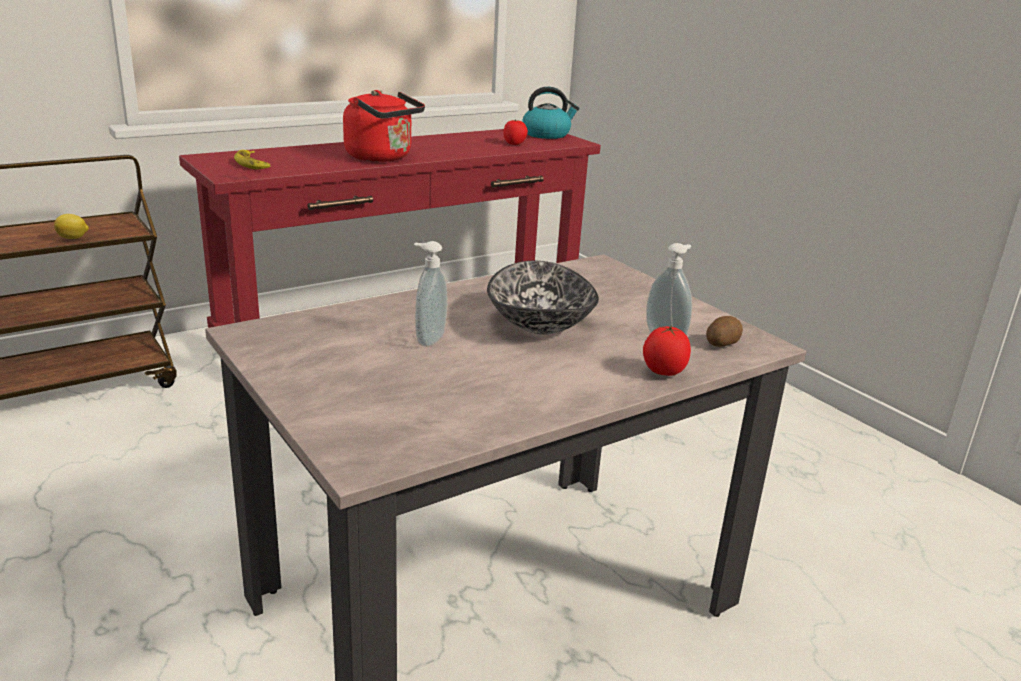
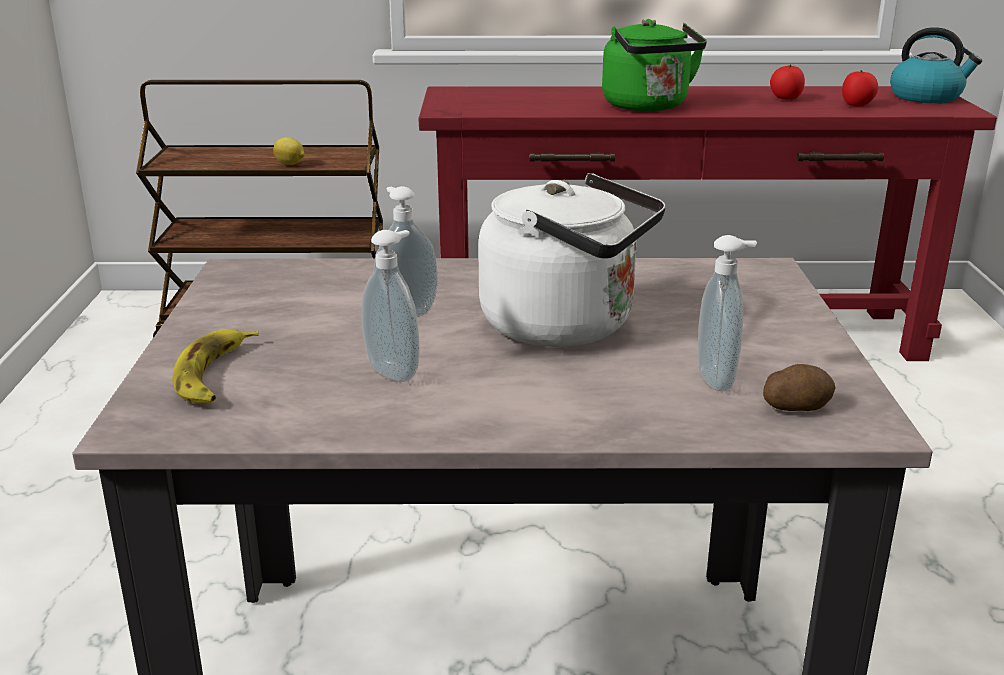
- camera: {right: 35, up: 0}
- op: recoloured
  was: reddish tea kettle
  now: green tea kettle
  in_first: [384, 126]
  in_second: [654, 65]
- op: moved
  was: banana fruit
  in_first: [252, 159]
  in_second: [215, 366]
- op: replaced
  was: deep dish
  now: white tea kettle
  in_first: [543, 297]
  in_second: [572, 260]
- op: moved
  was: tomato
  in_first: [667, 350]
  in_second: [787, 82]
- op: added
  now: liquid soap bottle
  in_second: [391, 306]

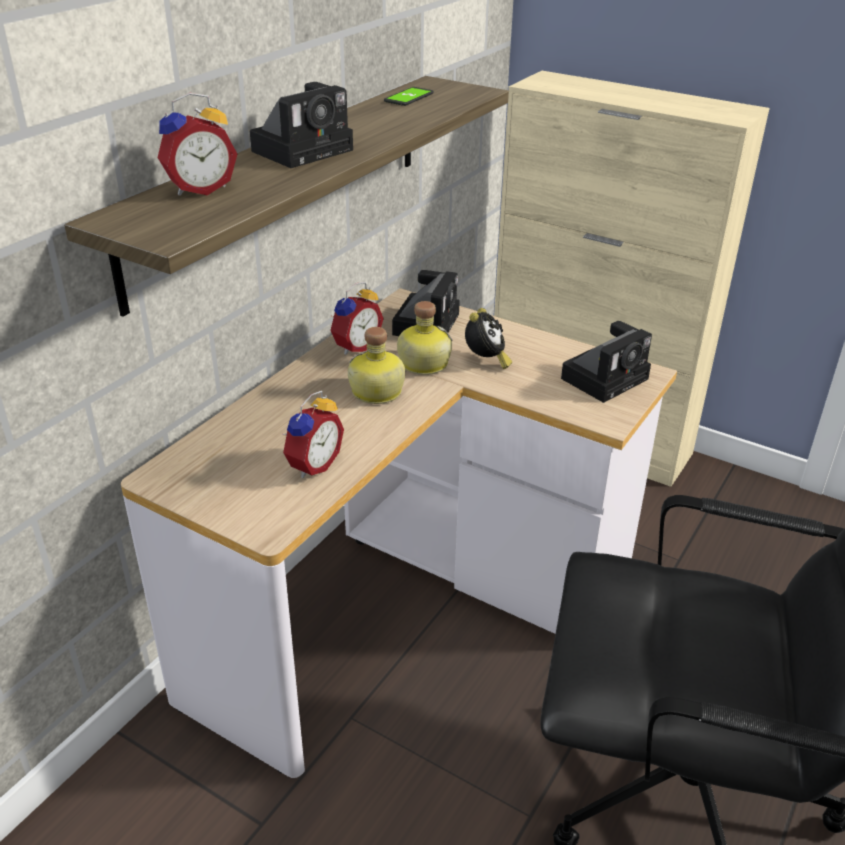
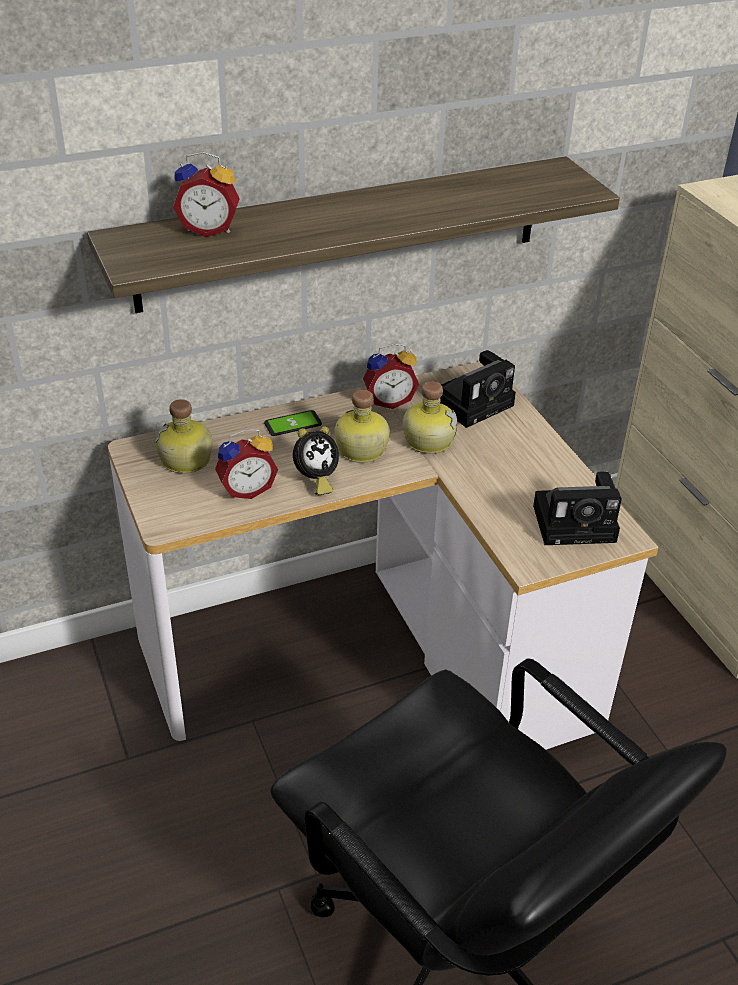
- camera: {right: 35, up: 5}
- op: removed
  was: still camera
  in_first: [301, 125]
- op: moved
  was: handset
  in_first: [409, 96]
  in_second: [293, 423]
- op: moved
  was: alarm clock
  in_first: [488, 338]
  in_second: [316, 460]
- op: added
  now: beverage bottle
  in_second: [183, 436]

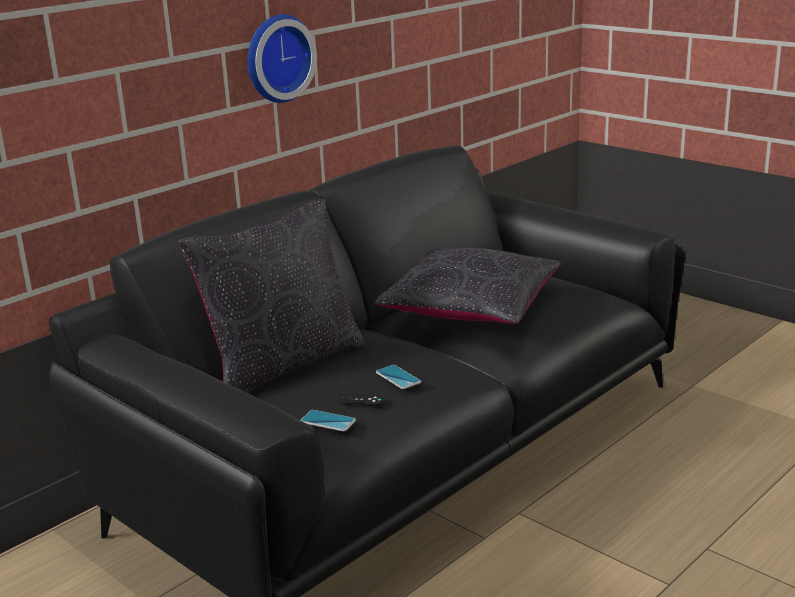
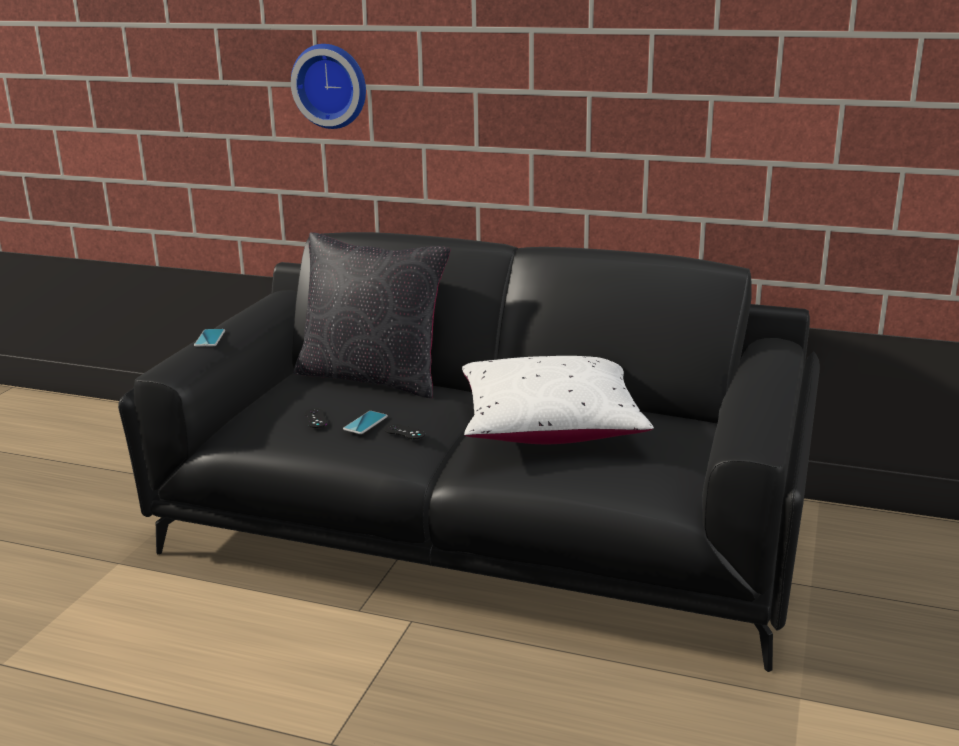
- camera: {right: 65, up: 0}
- op: moved
  was: wall clock
  in_first: [282, 58]
  in_second: [328, 86]
- op: recoloured
  was: blackish throw pillow
  now: white throw pillow
  in_first: [468, 286]
  in_second: [558, 400]
- op: moved
  was: handset
  in_first: [328, 421]
  in_second: [209, 338]
- op: added
  now: blackish gamepad
  in_second: [405, 431]

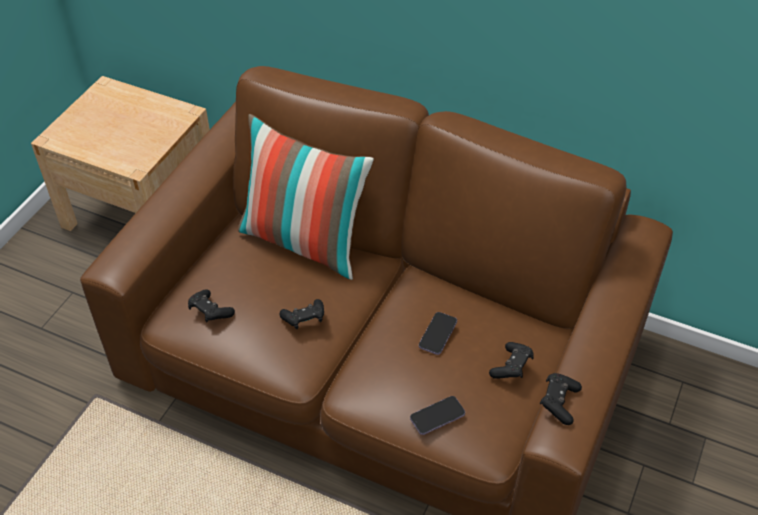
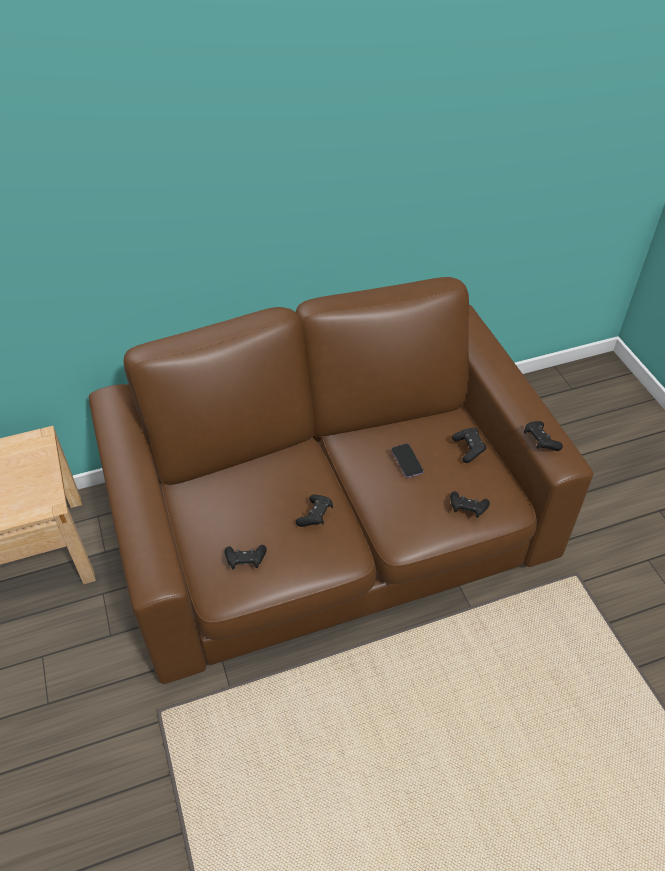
- camera: {right: -45, up: 0}
- op: removed
  was: throw pillow
  in_first: [306, 197]
- op: replaced
  was: handset
  now: blackish gamepad
  in_first: [437, 415]
  in_second: [470, 504]

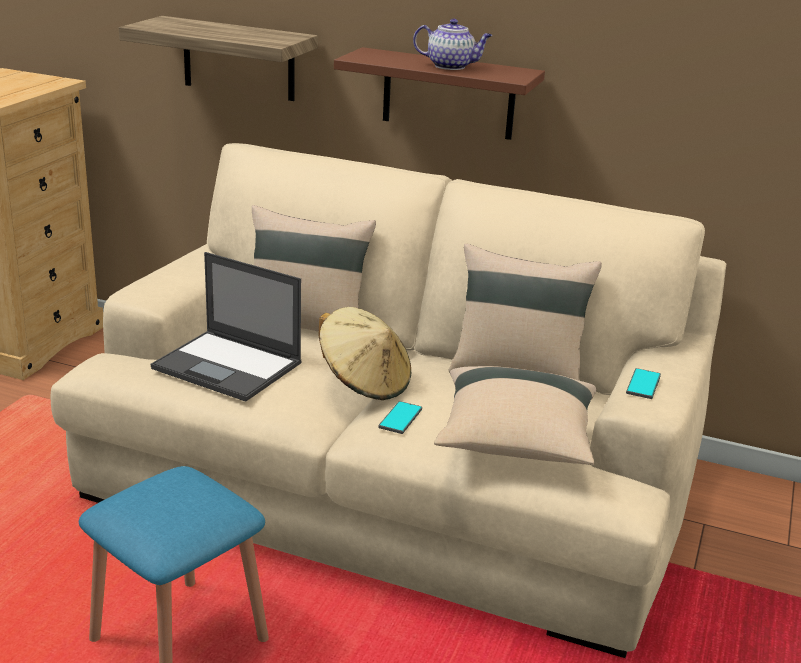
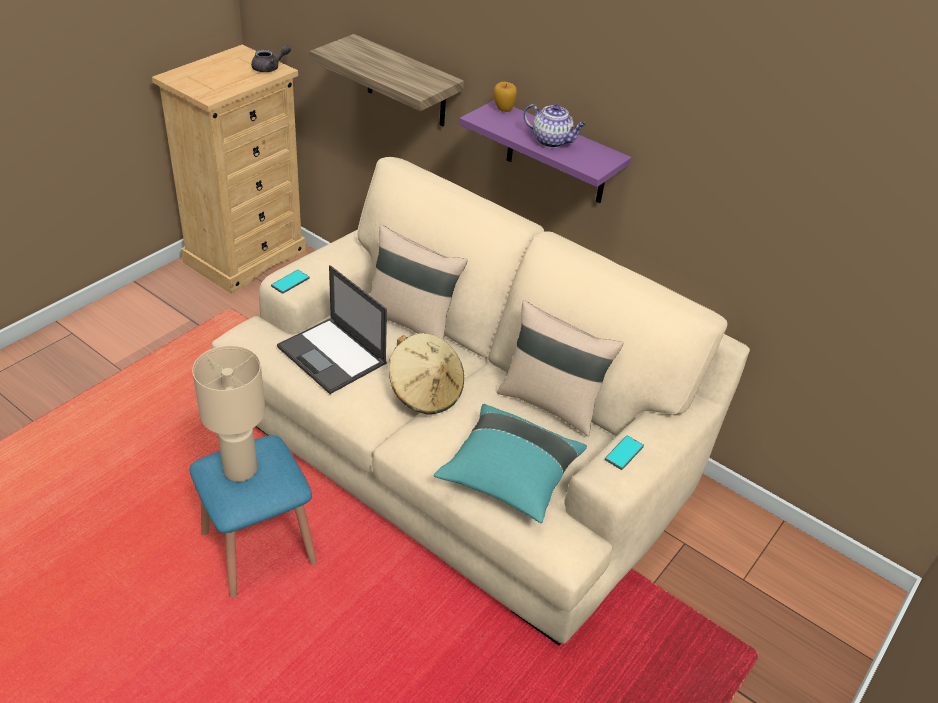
- camera: {right: 15, up: 15}
- op: recoloured
  was: brown bracket shelf
  now: purple bracket shelf
  in_first: [439, 93]
  in_second: [545, 151]
- op: recoloured
  was: sand-coloured throw pillow
  now: blue-green throw pillow
  in_first: [515, 415]
  in_second: [510, 463]
- op: moved
  was: handset
  in_first: [400, 417]
  in_second: [290, 282]
- op: added
  now: greyish teapot
  in_second: [271, 58]
- op: added
  now: apple
  in_second: [505, 97]
- op: added
  now: sand-coloured lamp for a table
  in_second: [228, 414]

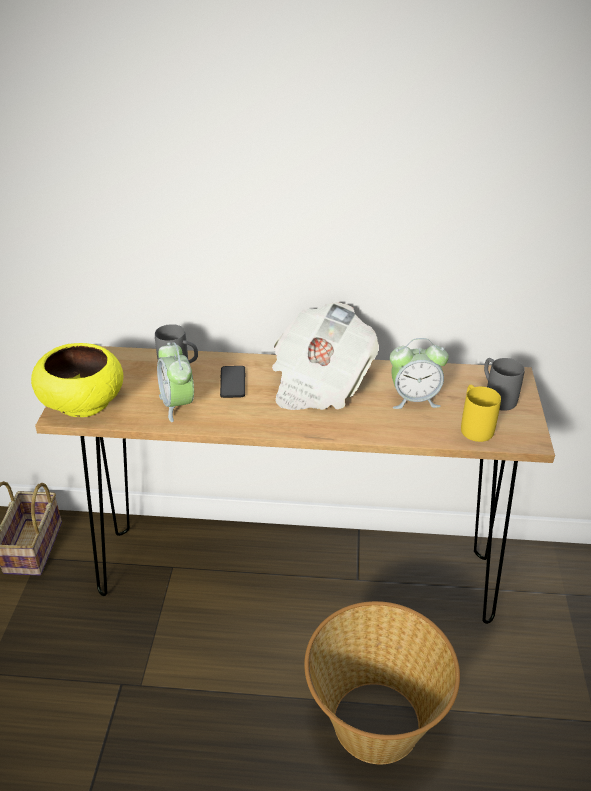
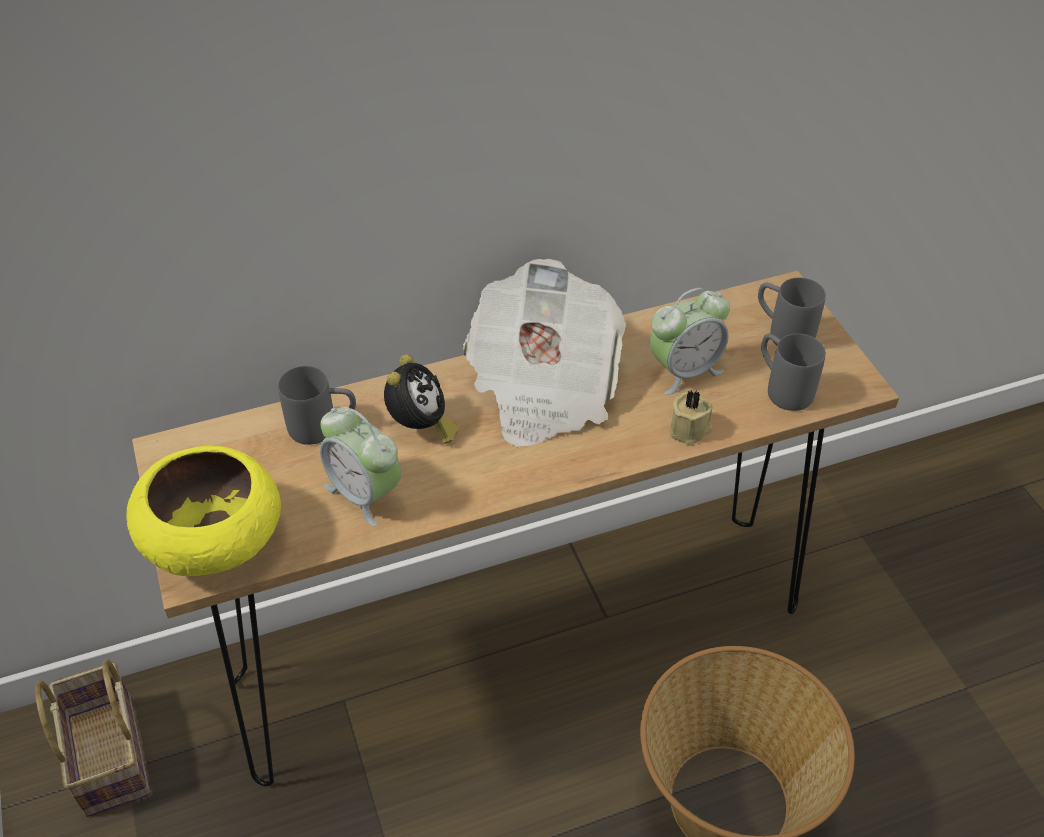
- camera: {right: -25, up: 10}
- op: replaced
  was: handset
  now: alarm clock
  in_first: [233, 382]
  in_second: [421, 399]
- op: recoloured
  was: yellow-coloured coffee mug
  now: greyish coffee mug
  in_first: [481, 413]
  in_second: [793, 372]
- op: added
  now: sand-coloured wax light
  in_second: [691, 418]

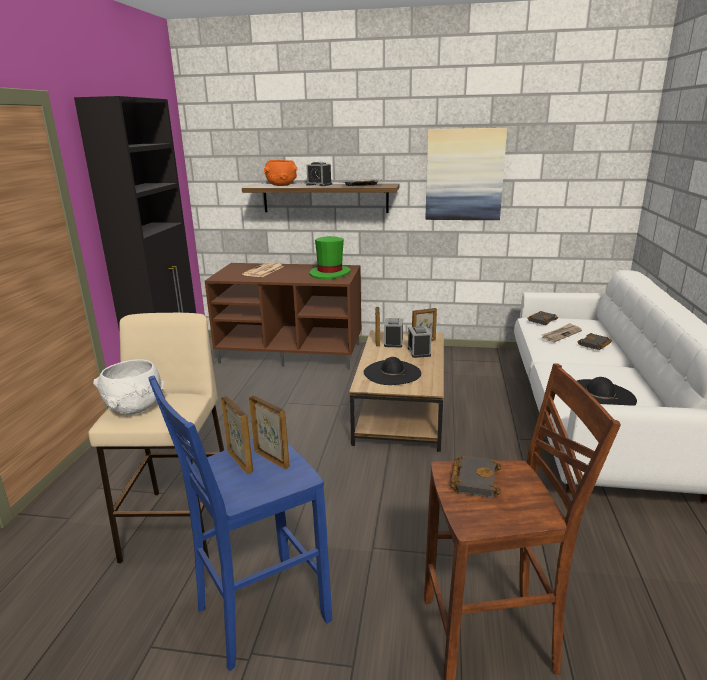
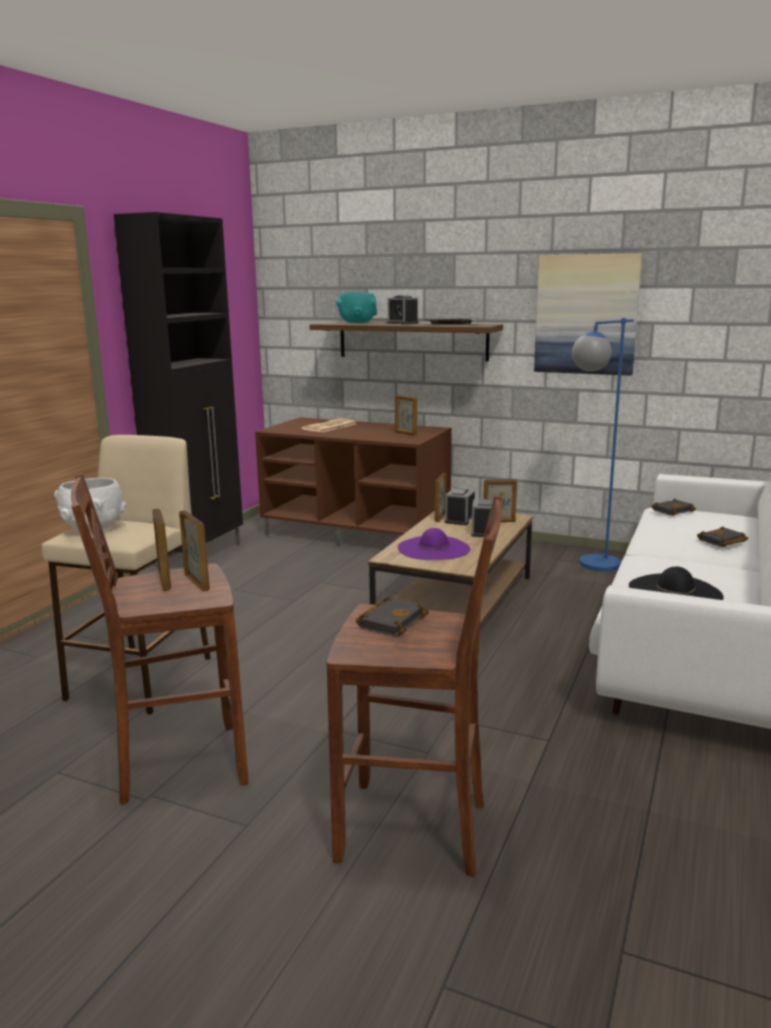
- camera: {right: 15, up: -5}
- op: recoloured
  was: orangey deep dish
  now: blue-green deep dish
  in_first: [281, 173]
  in_second: [356, 308]
- op: replaced
  was: green wearable hat
  now: photo frame
  in_first: [329, 257]
  in_second: [406, 415]
- op: removed
  was: printed paper
  in_first: [562, 332]
- op: recoloured
  was: blackish wearable hat
  now: purple wearable hat
  in_first: [392, 371]
  in_second: [434, 544]
- op: recoloured
  was: blue-coloured sitting stool
  now: brown sitting stool
  in_first: [240, 523]
  in_second: [160, 639]
- op: added
  now: blue-coloured floor lamp
  in_second: [603, 444]

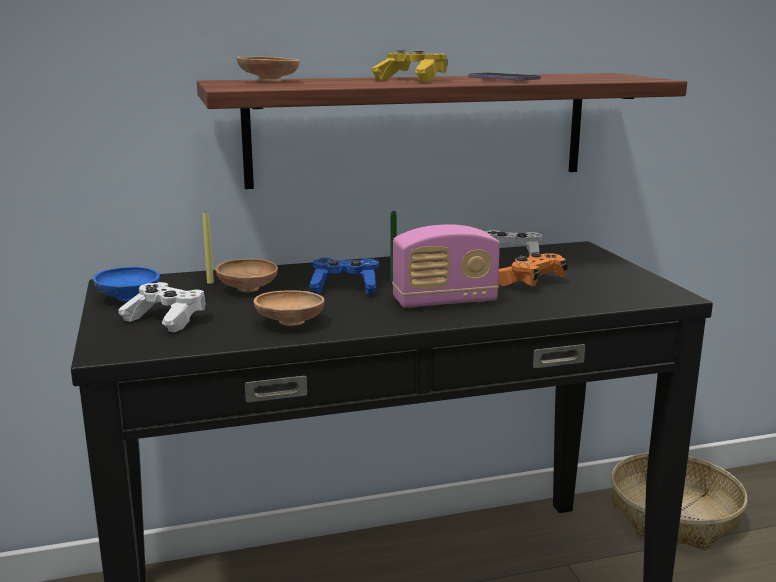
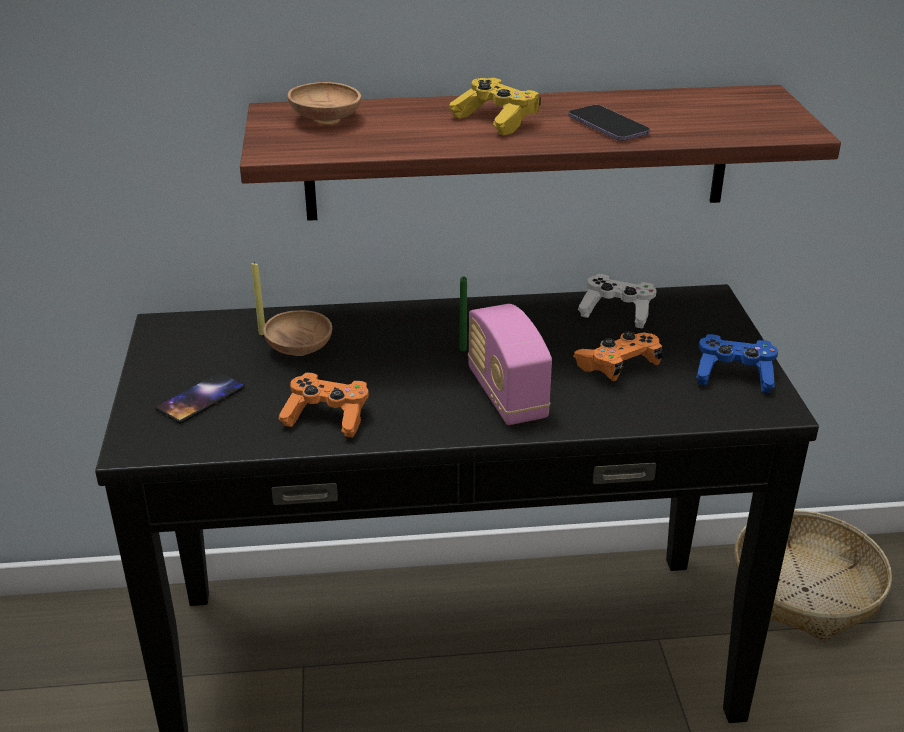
- camera: {right: 10, up: 15}
- op: turned
  was: radio set
  in_first: [446, 266]
  in_second: [510, 364]
  clockwise: 75
- op: moved
  was: blue-coloured gamepad
  in_first: [344, 276]
  in_second: [737, 363]
- op: removed
  was: blue-coloured deep dish
  in_first: [126, 284]
- op: replaced
  was: white gamepad
  now: handset
  in_first: [163, 307]
  in_second: [200, 398]
- op: replaced
  was: brown deep dish
  now: orangey gamepad
  in_first: [289, 308]
  in_second: [323, 405]

